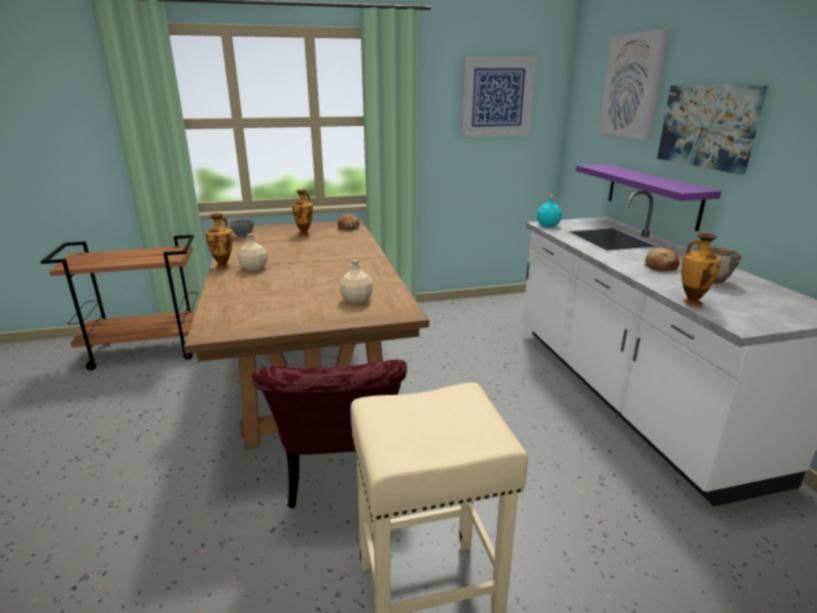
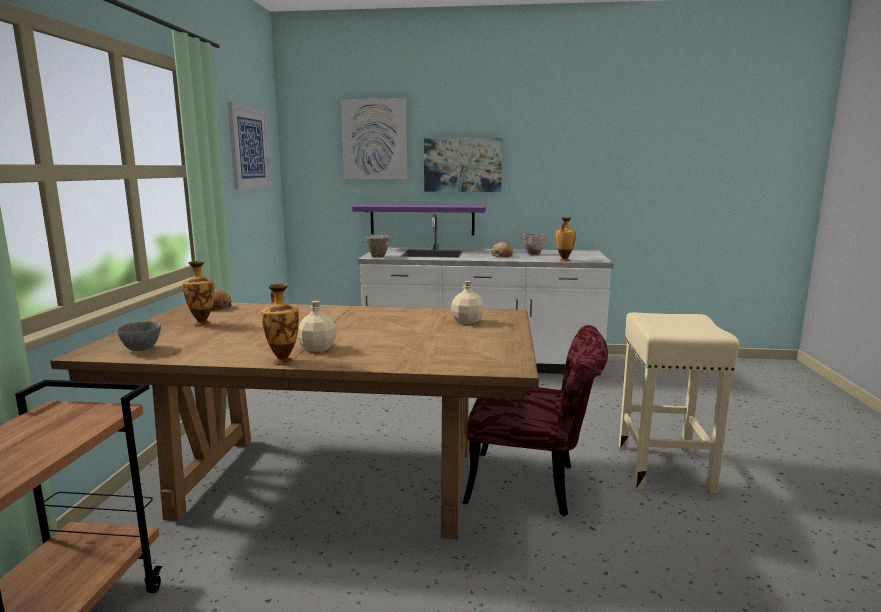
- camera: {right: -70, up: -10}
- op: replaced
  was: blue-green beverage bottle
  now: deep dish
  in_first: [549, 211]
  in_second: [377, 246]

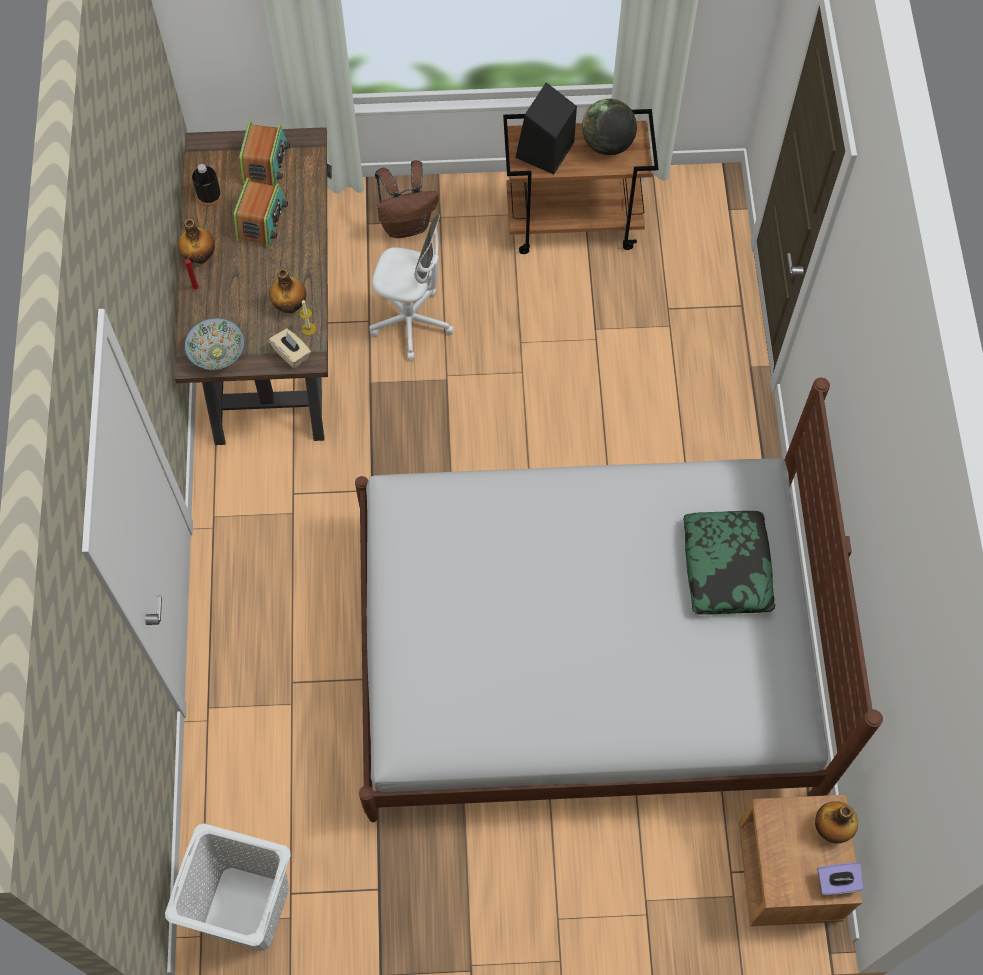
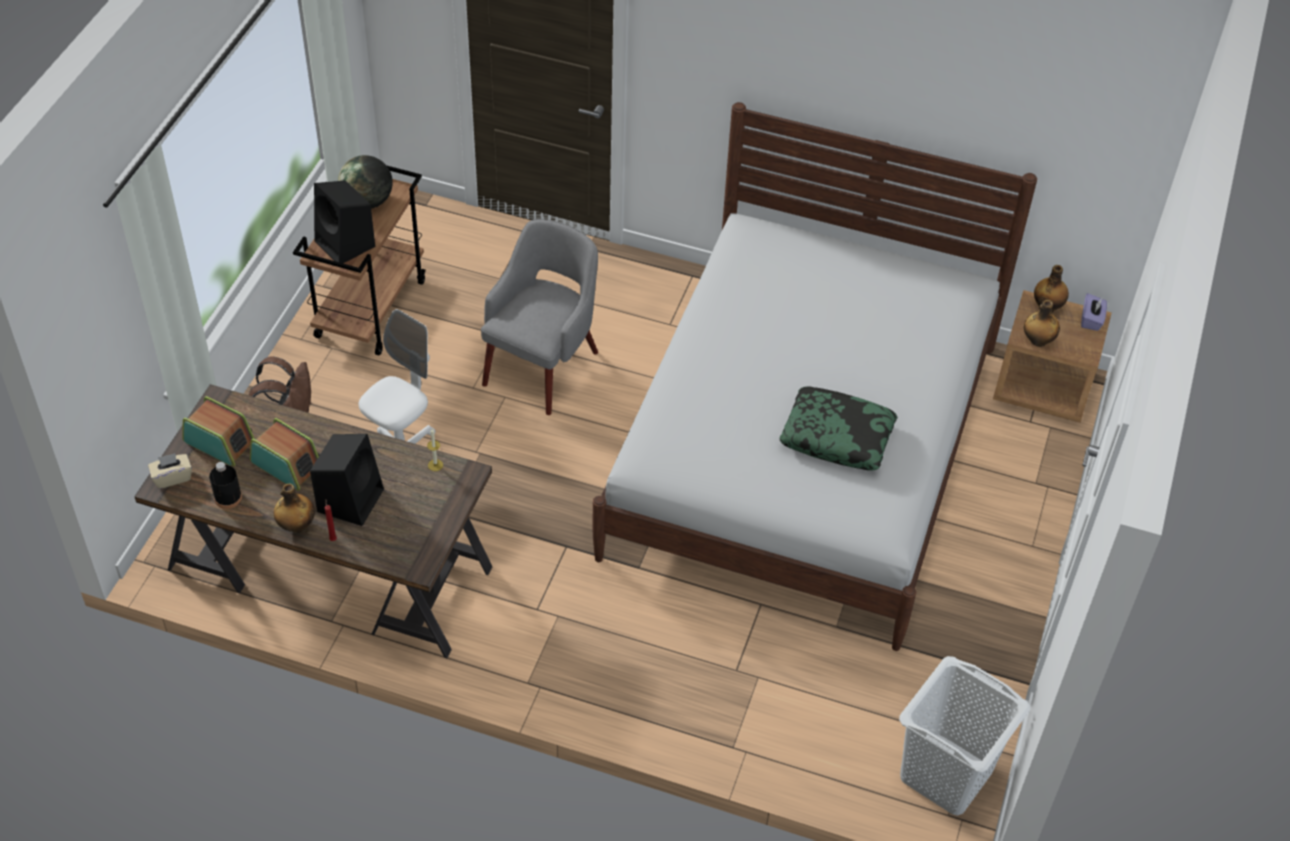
- camera: {right: -70, up: -15}
- op: moved
  was: beverage bottle
  in_first: [287, 291]
  in_second: [1042, 323]
- op: removed
  was: deep dish
  in_first: [214, 344]
- op: moved
  was: sand-coloured tissue box
  in_first: [290, 349]
  in_second: [170, 471]
- op: moved
  was: throw pillow
  in_first: [729, 563]
  in_second: [838, 428]
- op: added
  now: greyish easy chair
  in_second: [539, 317]
- op: added
  now: blackish speaker
  in_second: [347, 480]

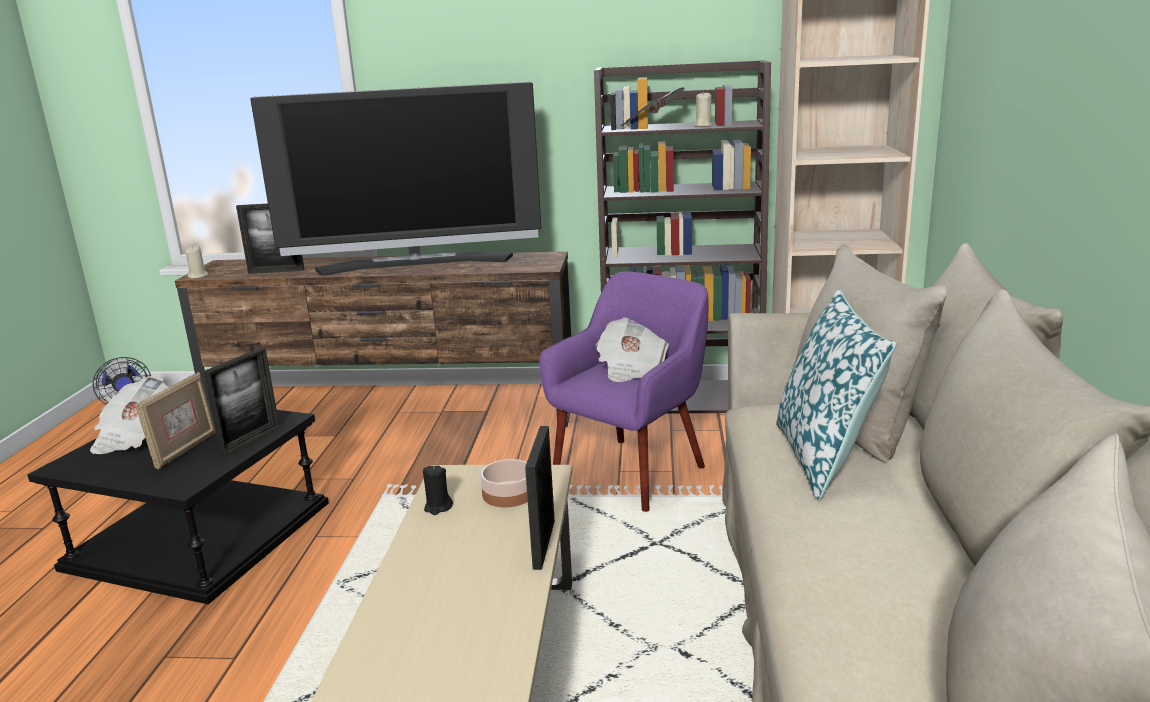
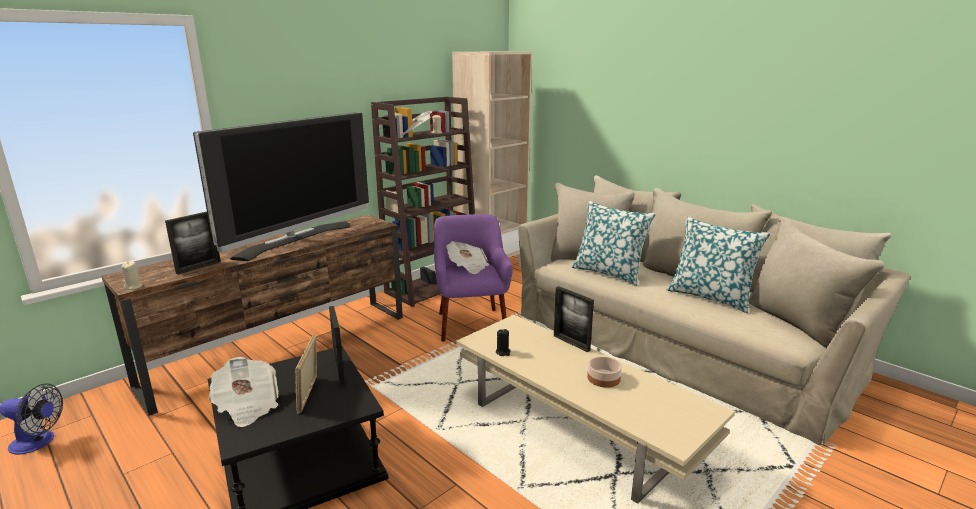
- camera: {right: -50, up: 0}
- op: turned
  was: photo frame
  in_first: [175, 420]
  in_second: [306, 374]
  clockwise: -150
- op: moved
  was: deep dish
  in_first: [504, 483]
  in_second: [604, 372]
- op: added
  now: throw pillow
  in_second: [719, 265]

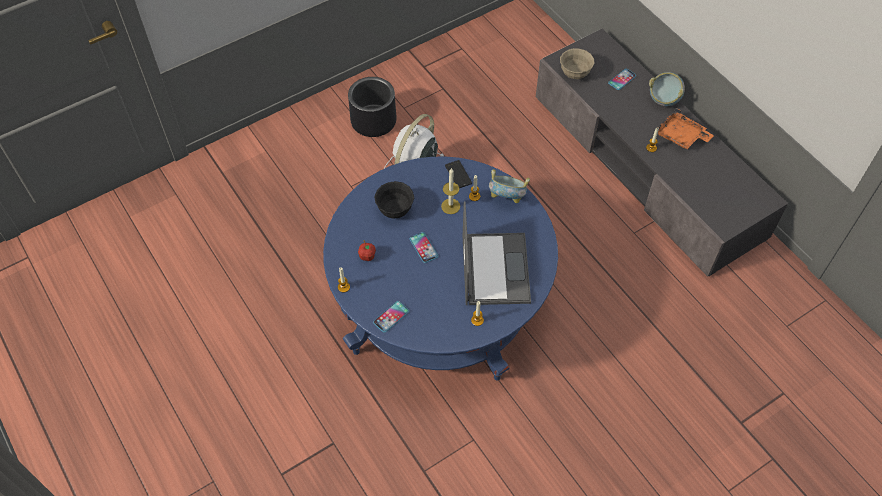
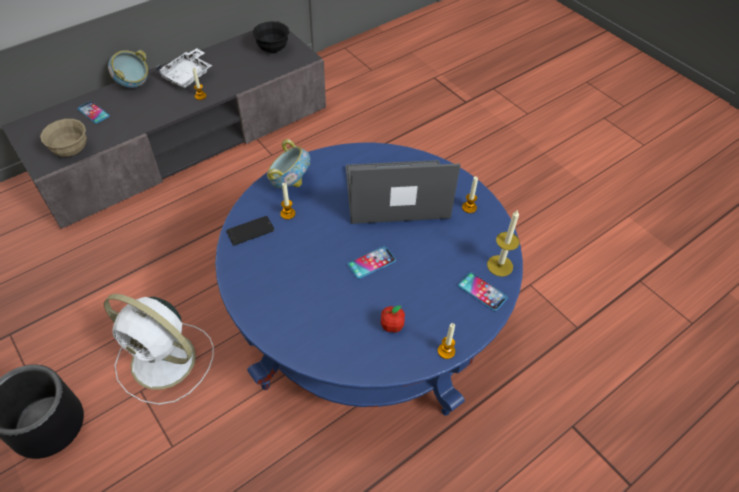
- camera: {right: -95, up: -5}
- op: recoloured
  was: orangey tray
  now: white tray
  in_first: [686, 128]
  in_second: [183, 68]
- op: moved
  was: wax light
  in_first: [450, 191]
  in_second: [503, 243]
- op: moved
  was: blackish deep dish
  in_first: [394, 200]
  in_second: [270, 37]

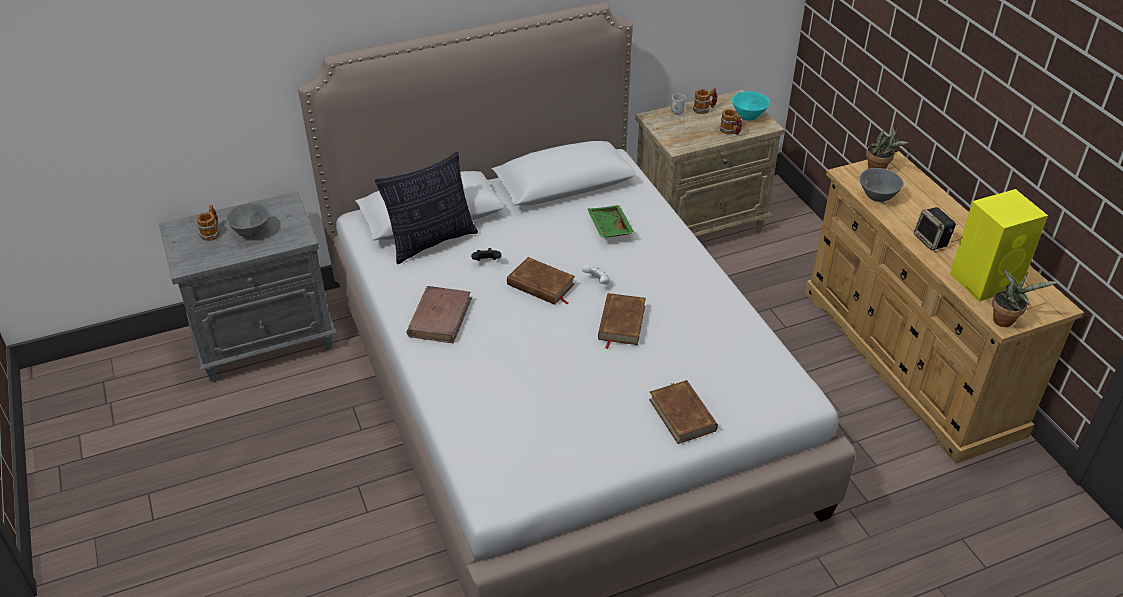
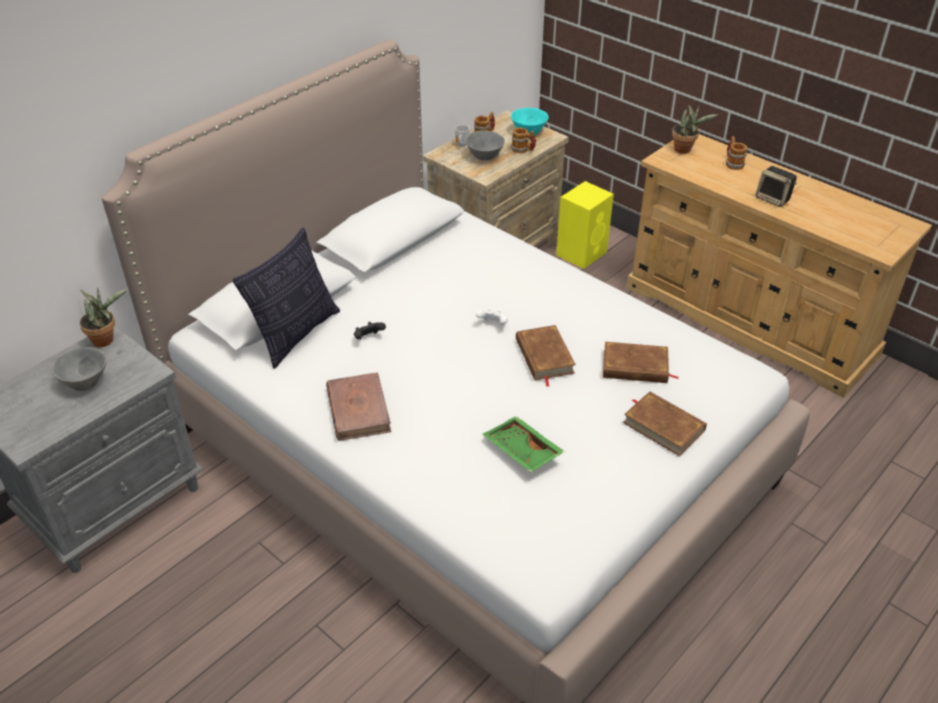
- camera: {right: -25, up: 0}
- op: moved
  was: greyish deep dish
  in_first: [882, 185]
  in_second: [485, 146]
- op: moved
  was: yellow-coloured speaker
  in_first: [999, 245]
  in_second: [585, 225]
- op: moved
  was: coffee mug
  in_first: [208, 223]
  in_second: [736, 153]
- op: moved
  was: green tray
  in_first: [611, 221]
  in_second: [524, 444]
- op: moved
  was: brown bound book
  in_first: [541, 281]
  in_second: [640, 362]
- op: moved
  was: plant in a pot
  in_first: [1025, 298]
  in_second: [103, 317]

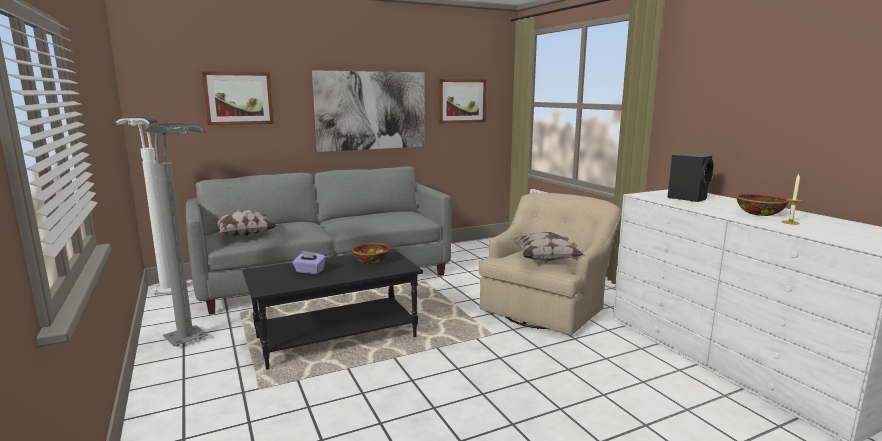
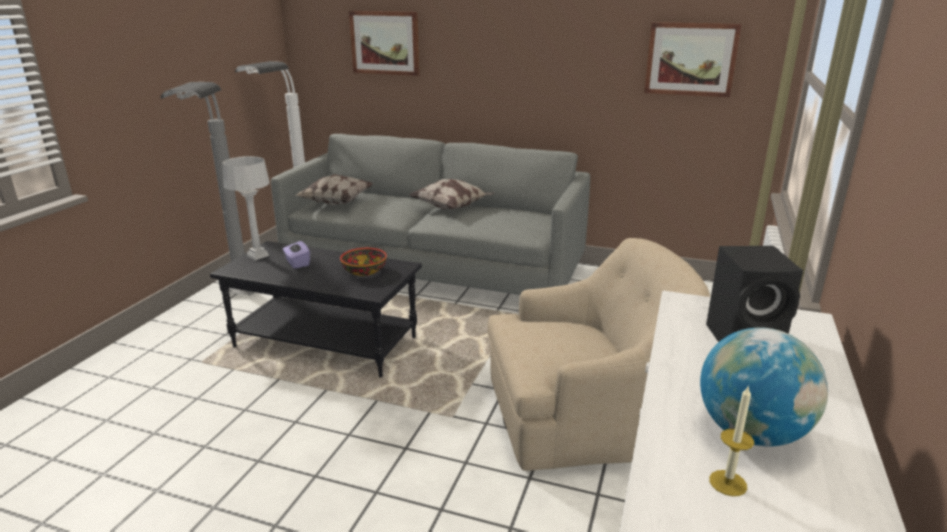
- camera: {right: 45, up: 10}
- op: removed
  was: picture
  in_first: [368, 111]
- op: replaced
  was: deep dish
  now: globe
  in_first: [763, 204]
  in_second: [764, 387]
- op: moved
  was: throw pillow
  in_first: [548, 247]
  in_second: [452, 194]
- op: added
  now: greyish lamp for a table
  in_second: [246, 208]

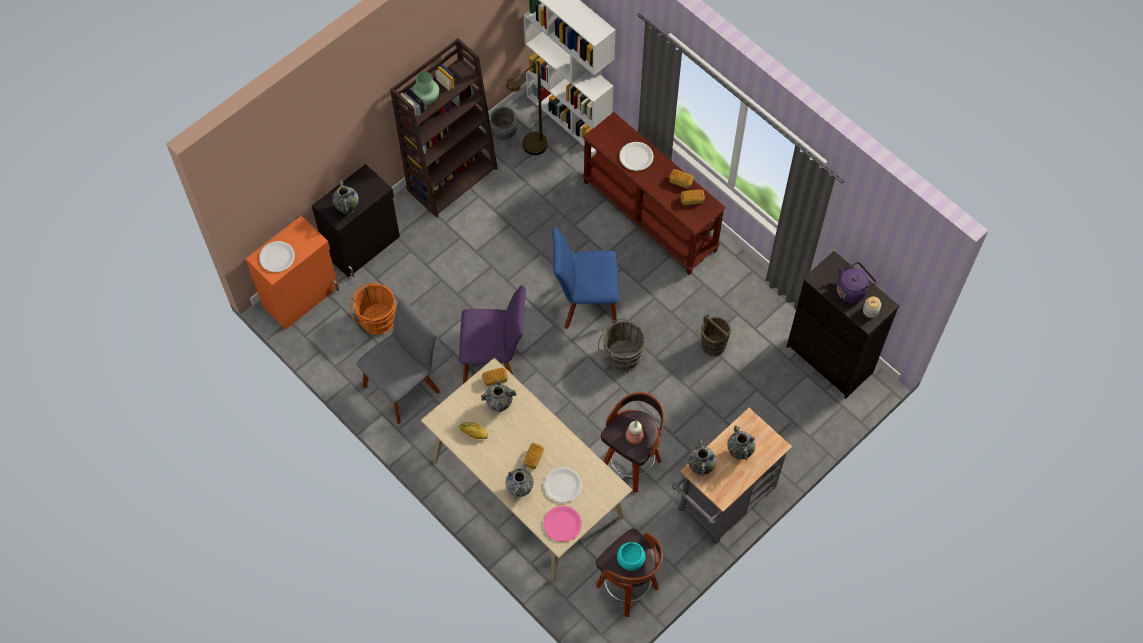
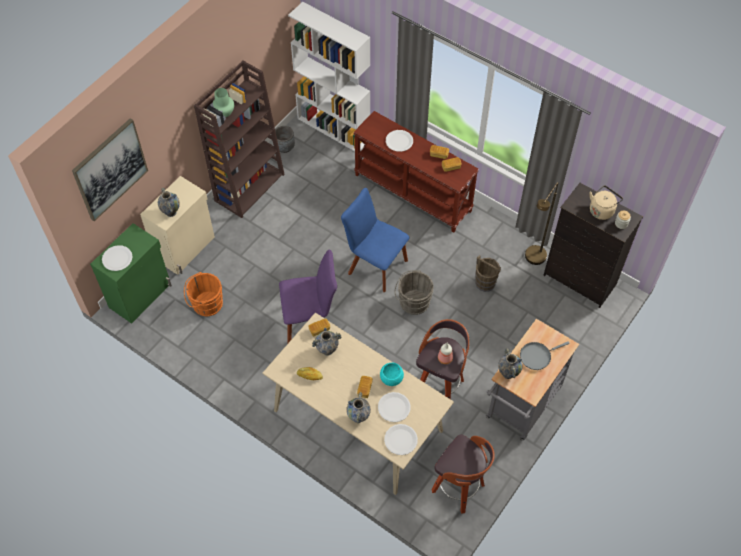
- camera: {right: -10, up: -5}
- op: moved
  was: brown floor lamp
  in_first: [527, 108]
  in_second: [542, 223]
- op: recoloured
  was: blackish storage cabinet
  now: sand-coloured storage cabinet
  in_first: [356, 220]
  in_second: [177, 225]
- op: recoloured
  was: orangey storage cabinet
  now: green storage cabinet
  in_first: [292, 272]
  in_second: [131, 273]
- op: turned
  was: blue-coloured chair
  in_first: [586, 278]
  in_second: [375, 240]
  clockwise: 45
- op: recoloured
  was: purple tea kettle
  now: sand-coloured tea kettle
  in_first: [856, 282]
  in_second: [606, 202]
- op: removed
  was: greyish chair
  in_first: [398, 361]
- op: replaced
  was: vase
  now: greyish frying pan
  in_first: [741, 442]
  in_second: [545, 355]
- op: recoloured
  was: pink flat dish
  now: white flat dish
  in_first: [563, 524]
  in_second: [401, 439]
- op: moved
  was: blue-green deep dish
  in_first: [631, 556]
  in_second: [392, 374]
- op: added
  now: picture
  in_second: [110, 169]

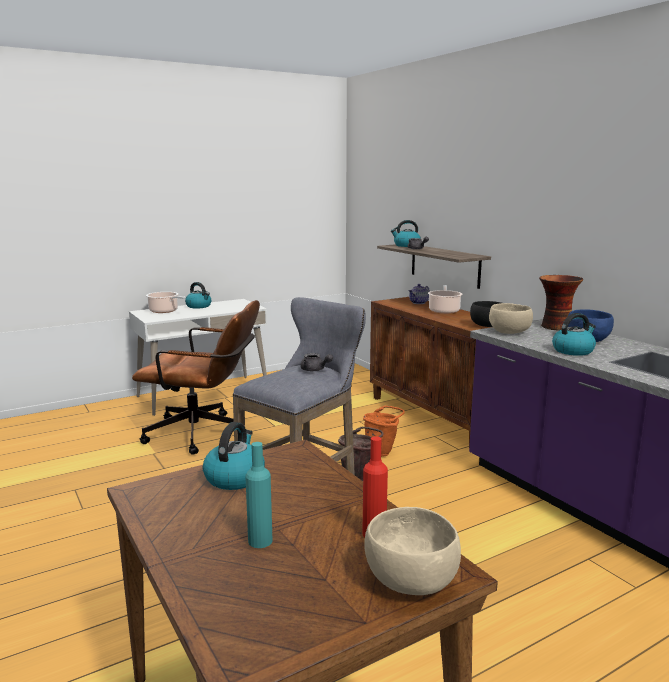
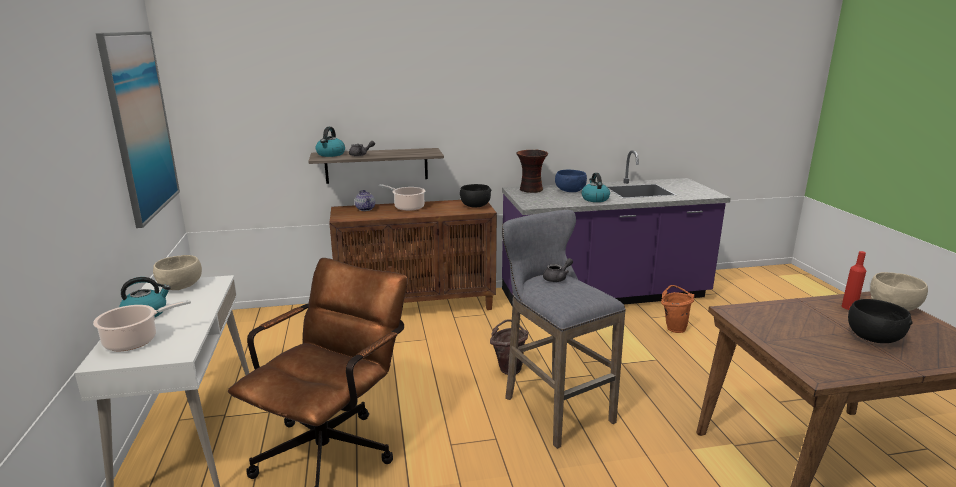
- camera: {right: -70, up: 5}
- op: moved
  was: sand-coloured deep dish
  in_first: [511, 318]
  in_second: [177, 272]
- op: moved
  was: orangey bucket
  in_first: [384, 431]
  in_second: [678, 309]
- op: removed
  was: tea kettle
  in_first: [234, 456]
- op: replaced
  was: blue-green beverage bottle
  now: blackish deep dish
  in_first: [259, 495]
  in_second: [880, 321]
- op: added
  now: picture
  in_second: [137, 130]

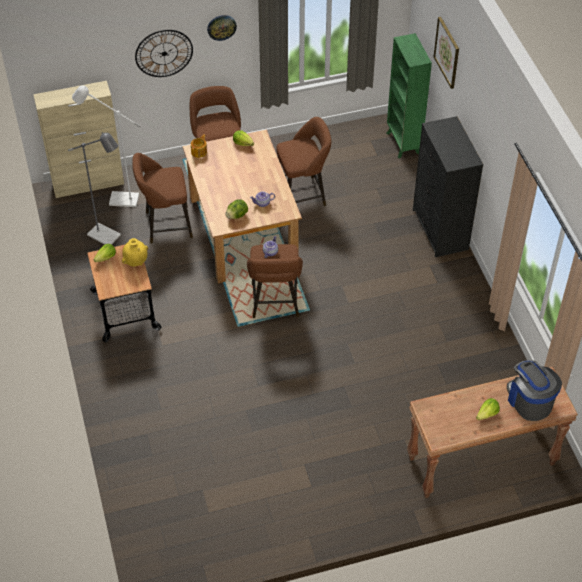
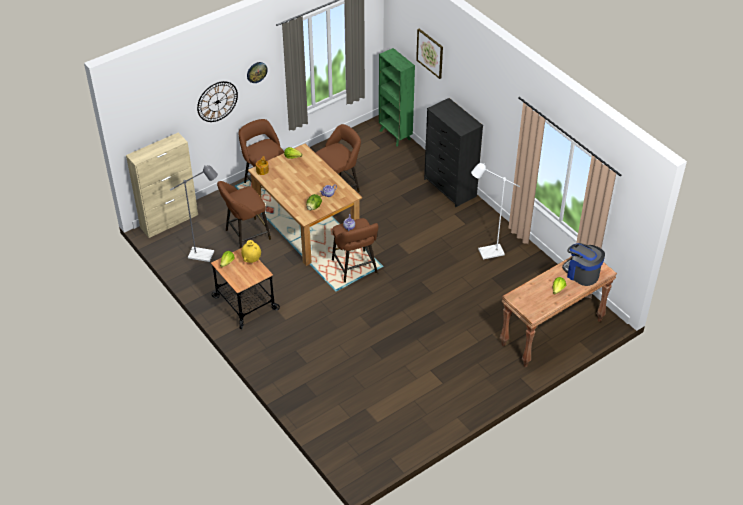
- camera: {right: -20, up: -5}
- op: moved
  was: white floor lamp
  in_first: [106, 146]
  in_second: [495, 211]

